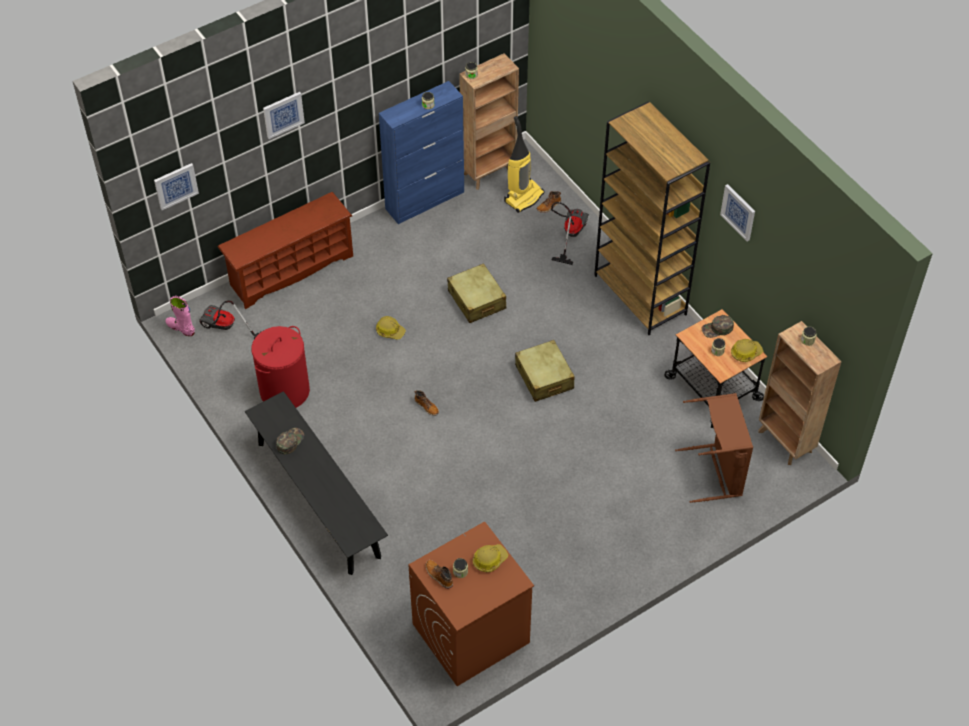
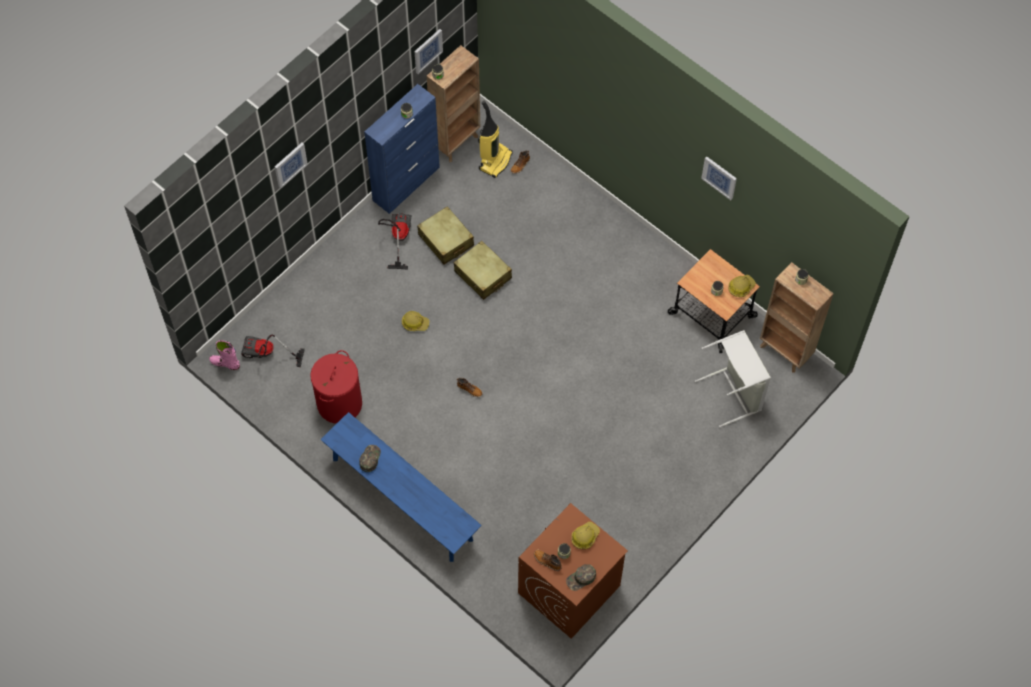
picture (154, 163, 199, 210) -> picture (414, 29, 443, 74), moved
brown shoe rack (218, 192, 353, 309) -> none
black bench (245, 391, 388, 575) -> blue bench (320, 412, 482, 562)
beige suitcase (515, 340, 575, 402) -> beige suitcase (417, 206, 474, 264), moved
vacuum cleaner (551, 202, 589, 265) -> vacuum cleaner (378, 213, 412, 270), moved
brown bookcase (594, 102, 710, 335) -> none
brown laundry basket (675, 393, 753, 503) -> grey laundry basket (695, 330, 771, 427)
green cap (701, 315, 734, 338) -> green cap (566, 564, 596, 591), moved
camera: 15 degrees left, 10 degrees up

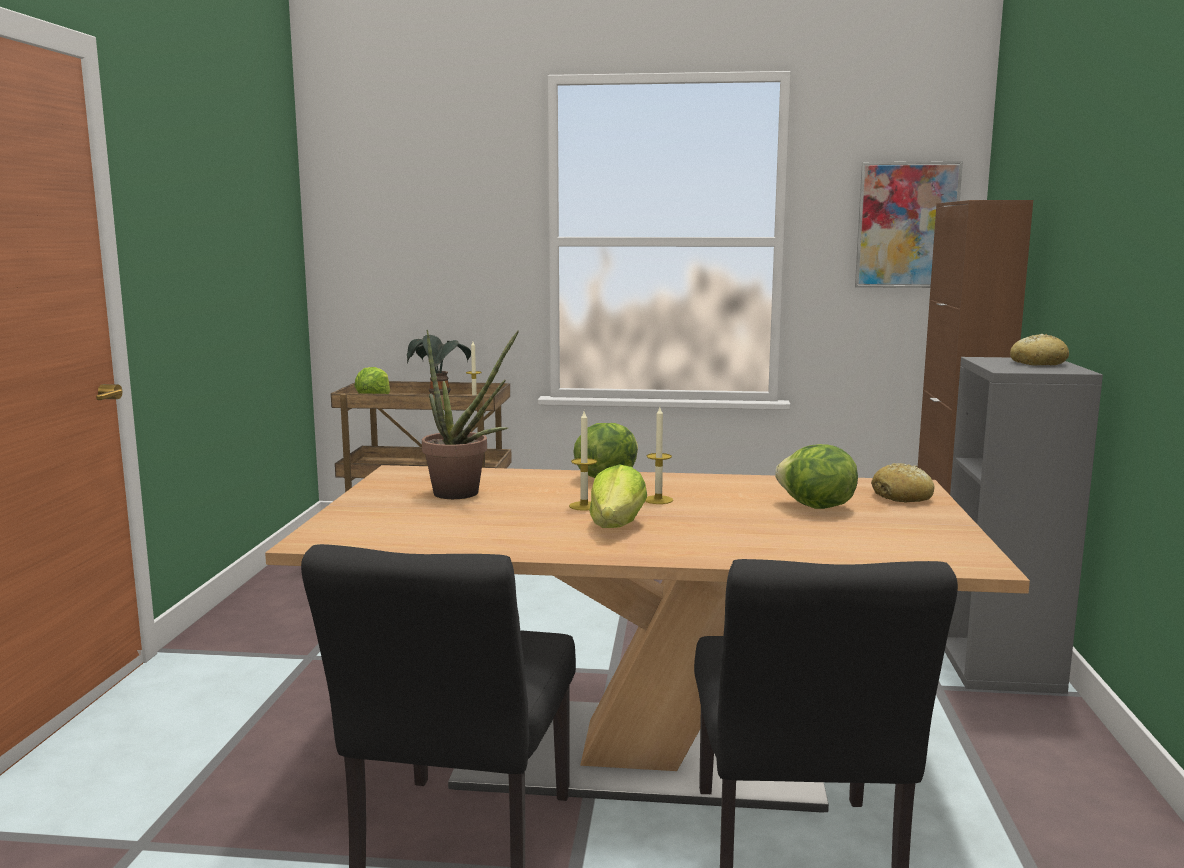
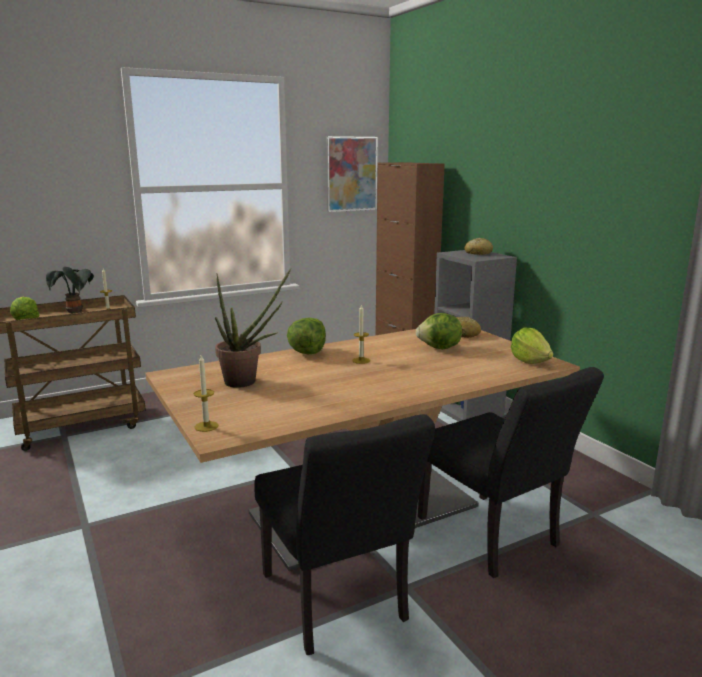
candle (569, 411, 597, 511) -> candle (194, 355, 219, 432), moved
lettuce (589, 464, 647, 528) -> lettuce (511, 328, 554, 364), moved
camera: 35 degrees left, 5 degrees up

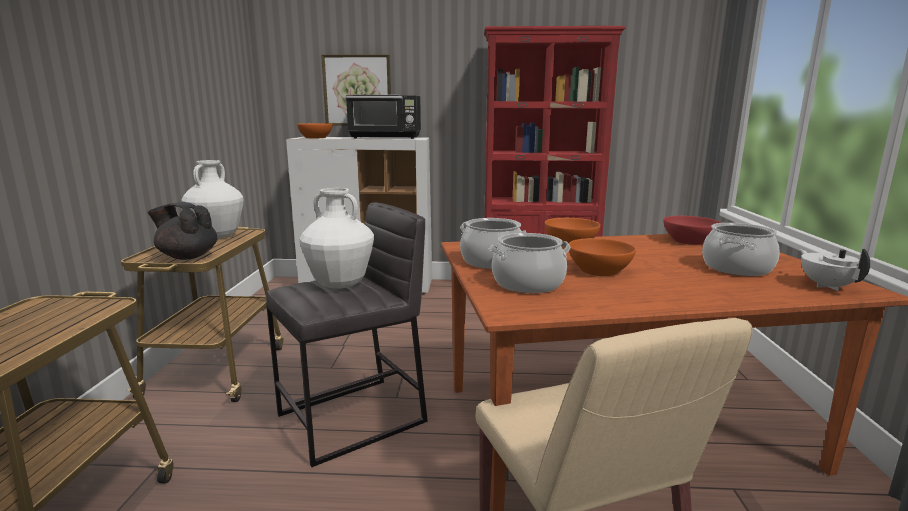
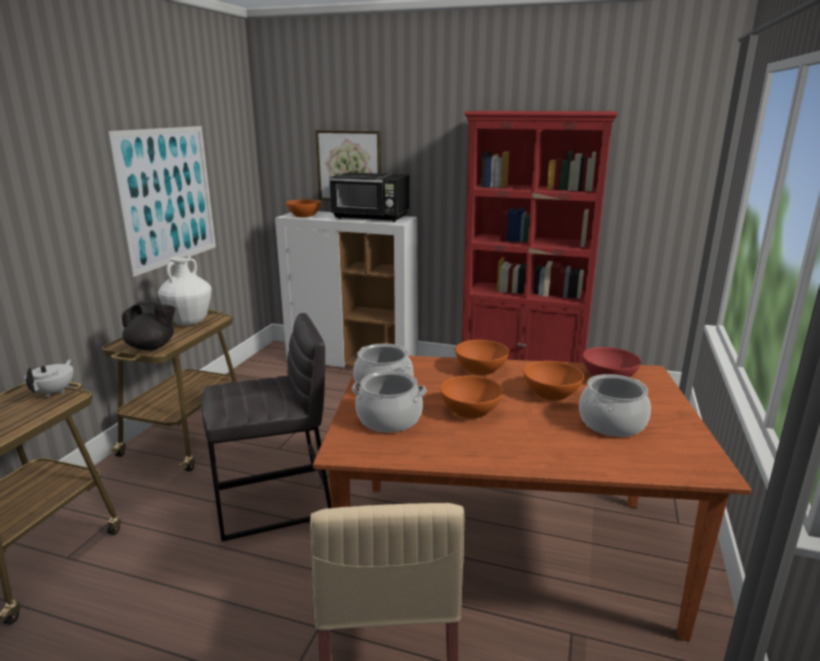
black teapot (147, 202, 217, 260) -> black teapot (122, 301, 176, 350), 150 degrees clockwise
white vase (299, 188, 374, 289) -> none
white teapot (800, 249, 870, 291) -> white teapot (25, 359, 74, 397), moved
none -> picture (107, 126, 216, 277)
none -> orange bowl (524, 361, 584, 401)
camera: 15 degrees right, 5 degrees up

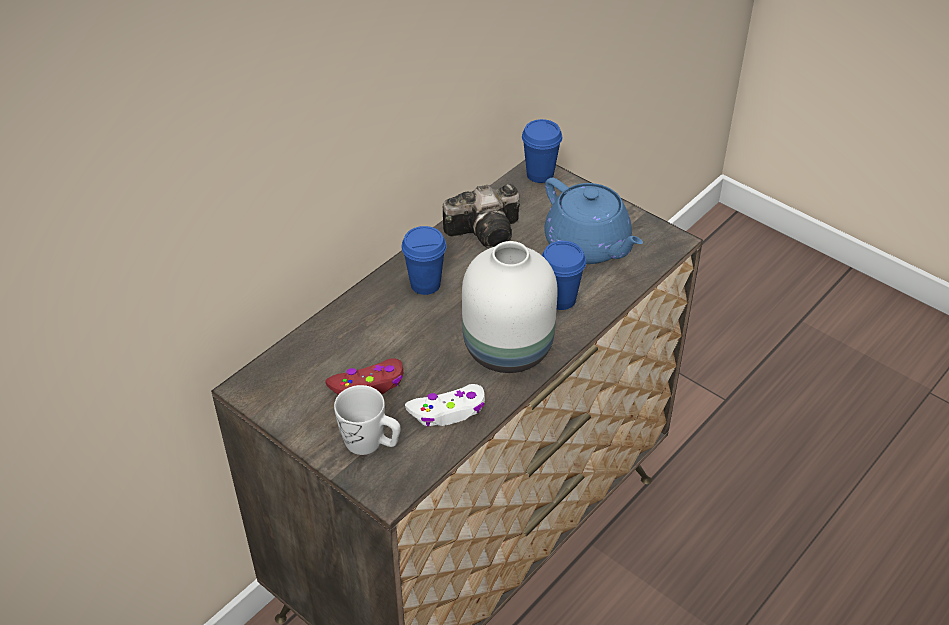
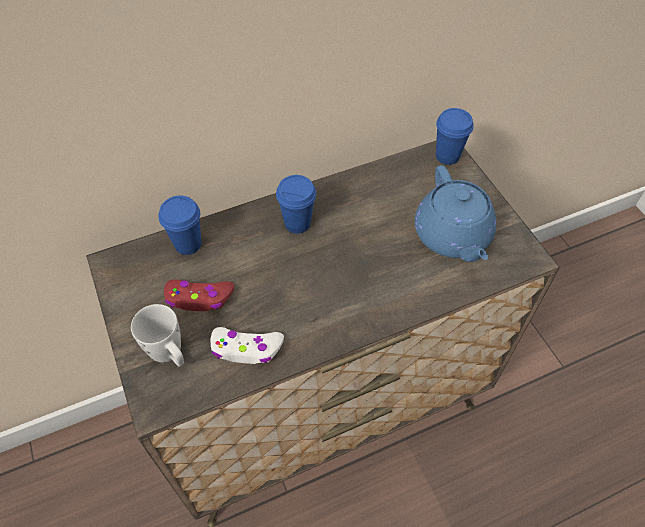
photo camera (443, 184, 520, 248) -> none
white vase (462, 241, 558, 373) -> none
blue cup (542, 241, 586, 310) -> blue cup (159, 196, 201, 255), moved
camera: 25 degrees right, 10 degrees up

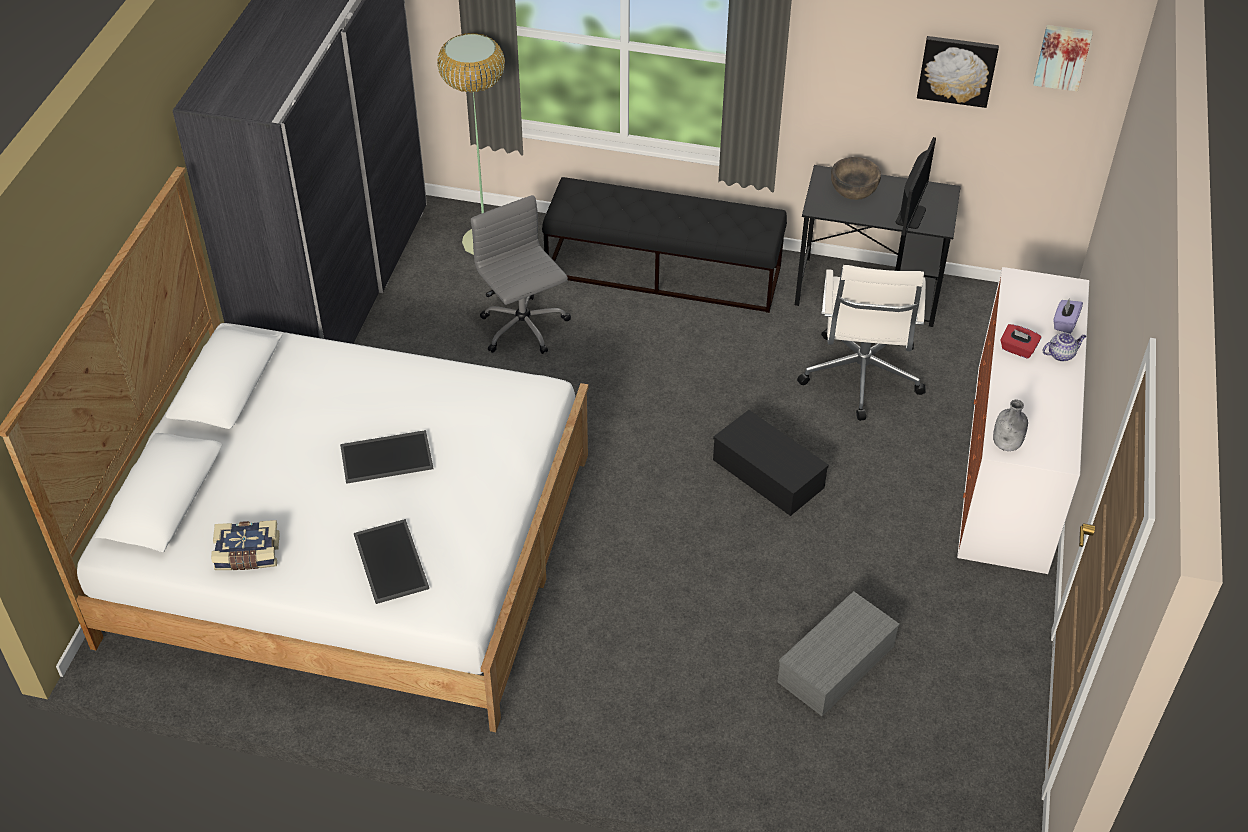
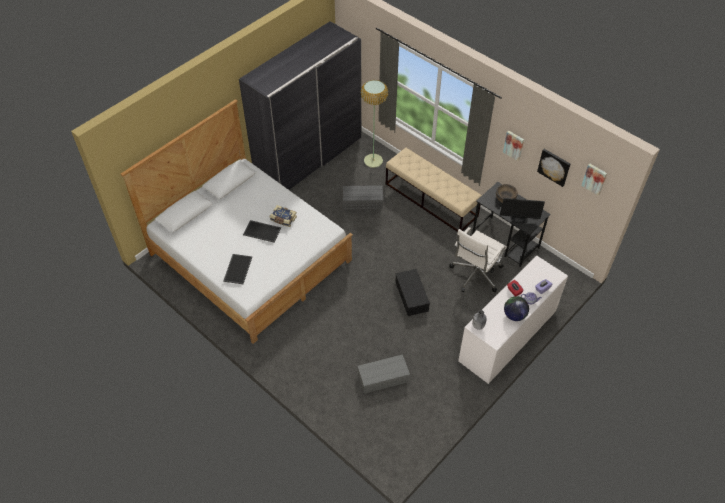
book (211, 520, 280, 570) -> book (270, 205, 297, 227), moved
grey office chair (471, 195, 571, 354) -> grey storage box (343, 185, 383, 210)
black bench (542, 177, 787, 313) -> beige bench (386, 148, 482, 232)
monitor (896, 137, 936, 236) -> monitor (500, 198, 545, 223), 45 degrees clockwise
none -> picture (503, 131, 524, 161)
none -> globe (504, 296, 529, 321)
camera: 30 degrees right, 5 degrees up

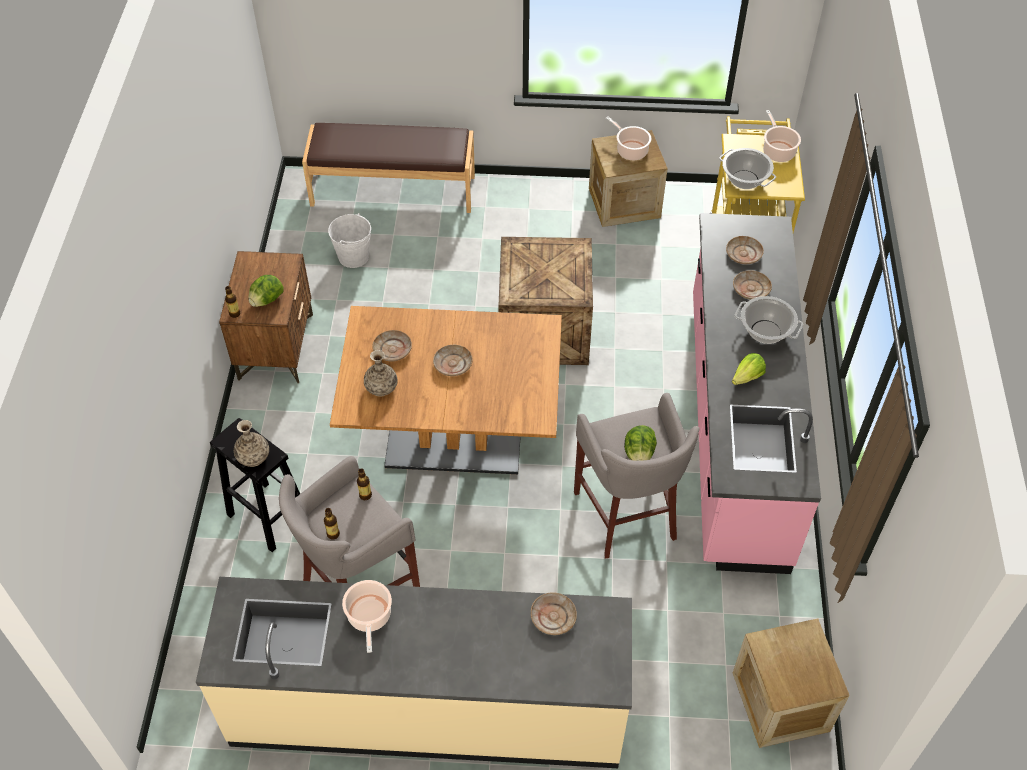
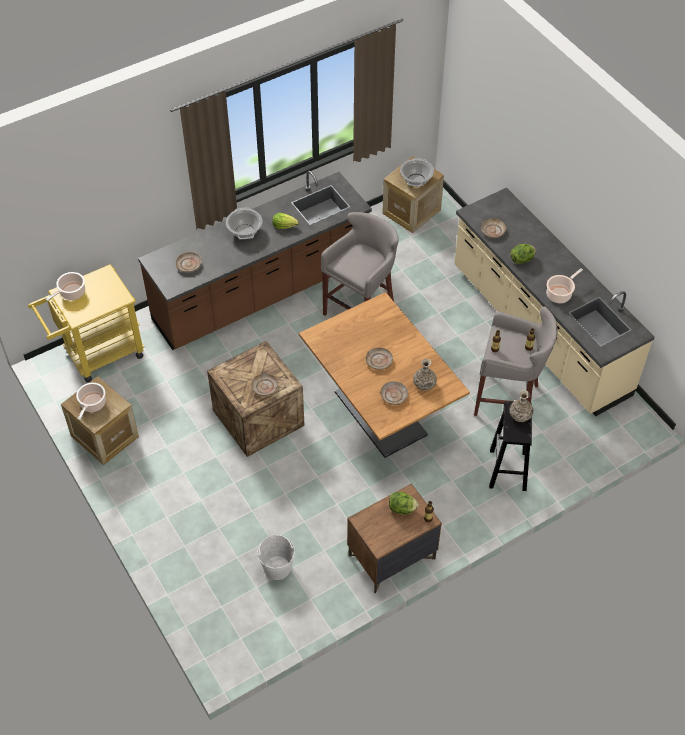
brown bench (302, 123, 475, 213) -> none
lettuce (624, 425, 657, 461) -> lettuce (511, 244, 536, 264), moved
pink counter (693, 213, 821, 574) -> brown counter (138, 171, 372, 350)
cooking pot (719, 148, 776, 189) -> cooking pot (400, 158, 434, 187), moved
beige plate (733, 270, 772, 299) -> beige plate (251, 373, 278, 396), moved
camera: 125 degrees left, 0 degrees up

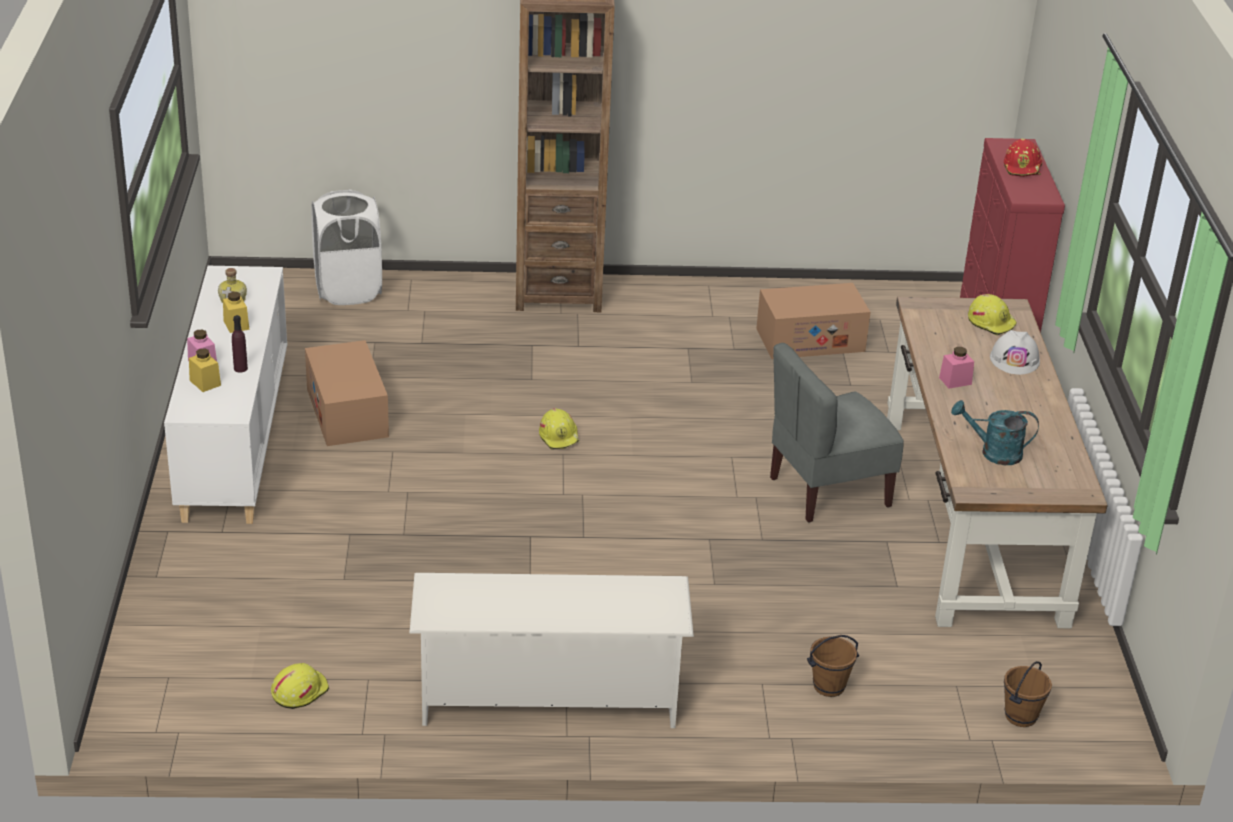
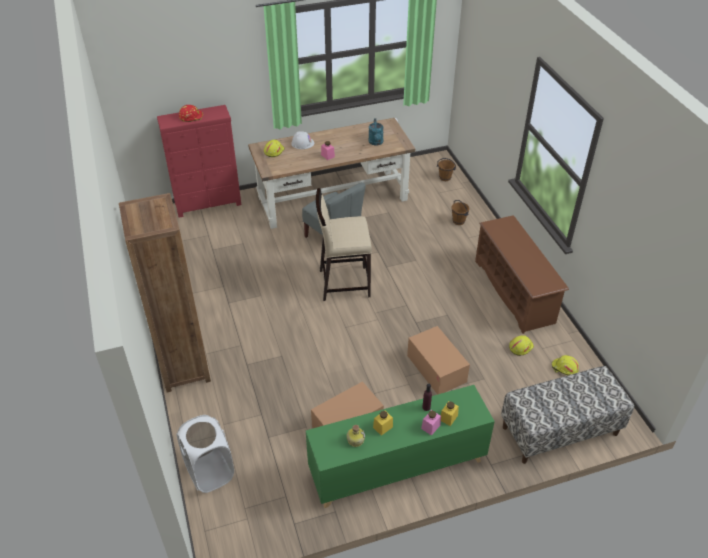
white cabinet (164, 266, 287, 524) -> green cabinet (306, 385, 495, 508)
white shoe rack (409, 573, 694, 728) -> brown shoe rack (475, 215, 569, 334)
yellow hard hat (539, 408, 579, 450) -> yellow hard hat (509, 335, 534, 356), moved
cardboard box (756, 283, 871, 359) -> cardboard box (407, 326, 470, 395), moved
none -> beige stool (316, 188, 372, 301)
none -> bench (501, 366, 634, 464)
camera: 105 degrees left, 10 degrees up

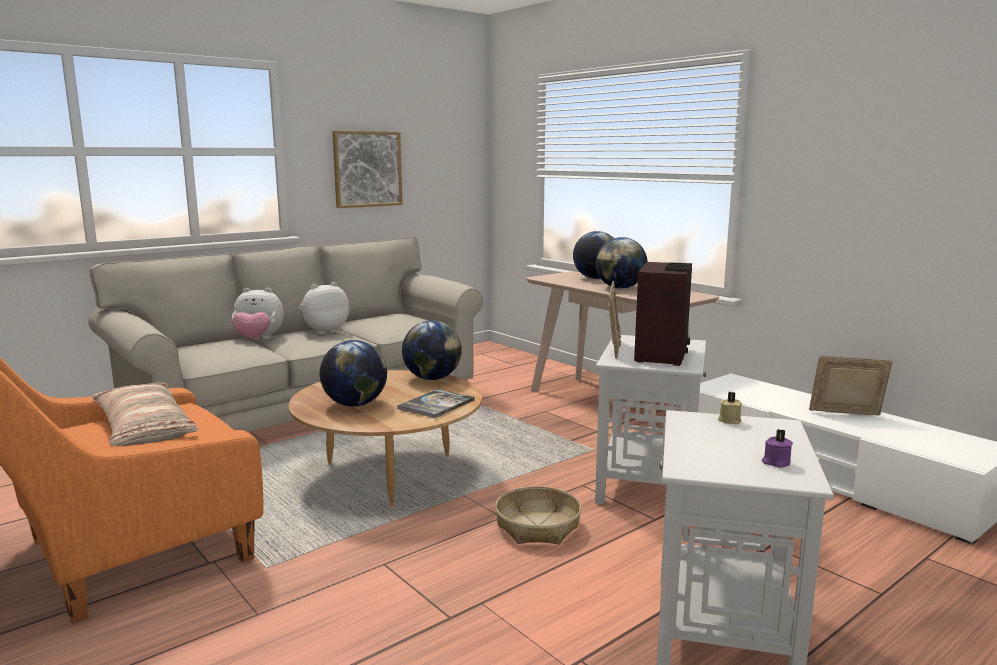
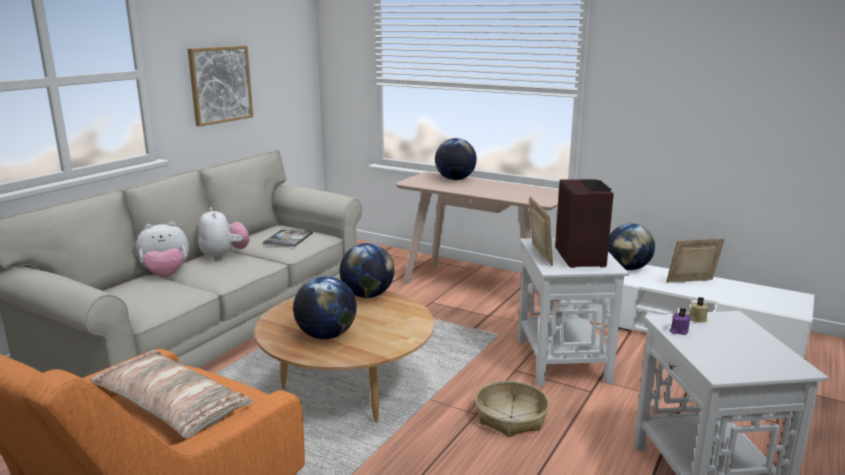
plush toy (299, 282, 349, 335) -> plush toy (198, 207, 250, 261), 120 degrees clockwise
book (397, 389, 475, 418) -> book (263, 229, 313, 247), moved
globe (596, 237, 647, 289) -> globe (608, 224, 655, 270), moved
purple candle (762, 429, 793, 468) -> purple candle (669, 308, 691, 335), moved
camera: 20 degrees left, 5 degrees up

